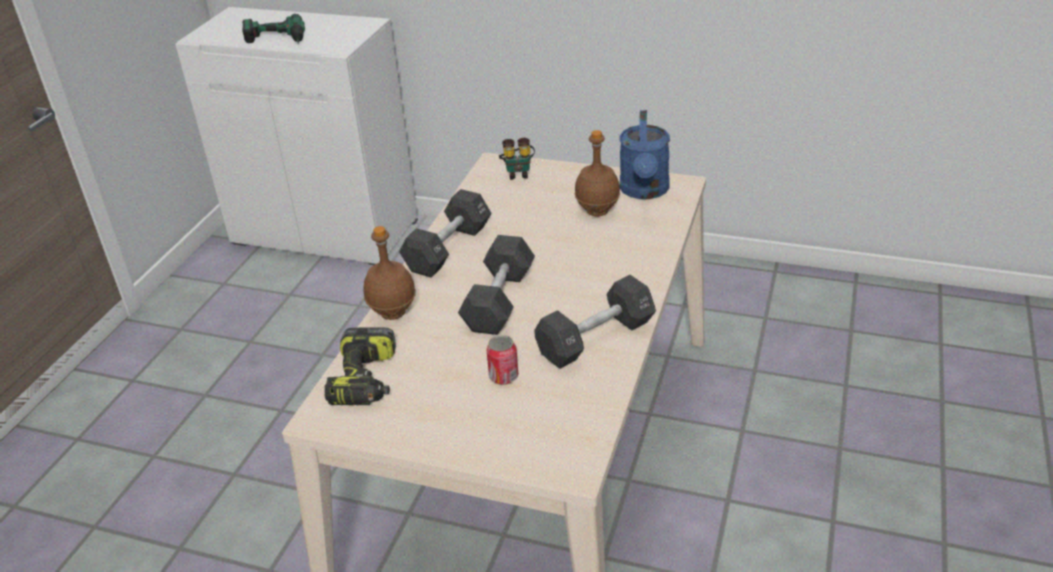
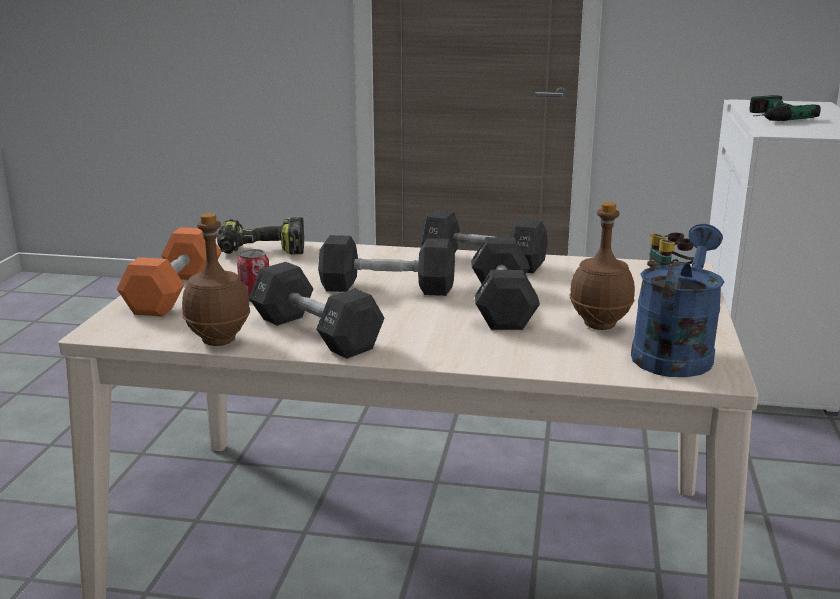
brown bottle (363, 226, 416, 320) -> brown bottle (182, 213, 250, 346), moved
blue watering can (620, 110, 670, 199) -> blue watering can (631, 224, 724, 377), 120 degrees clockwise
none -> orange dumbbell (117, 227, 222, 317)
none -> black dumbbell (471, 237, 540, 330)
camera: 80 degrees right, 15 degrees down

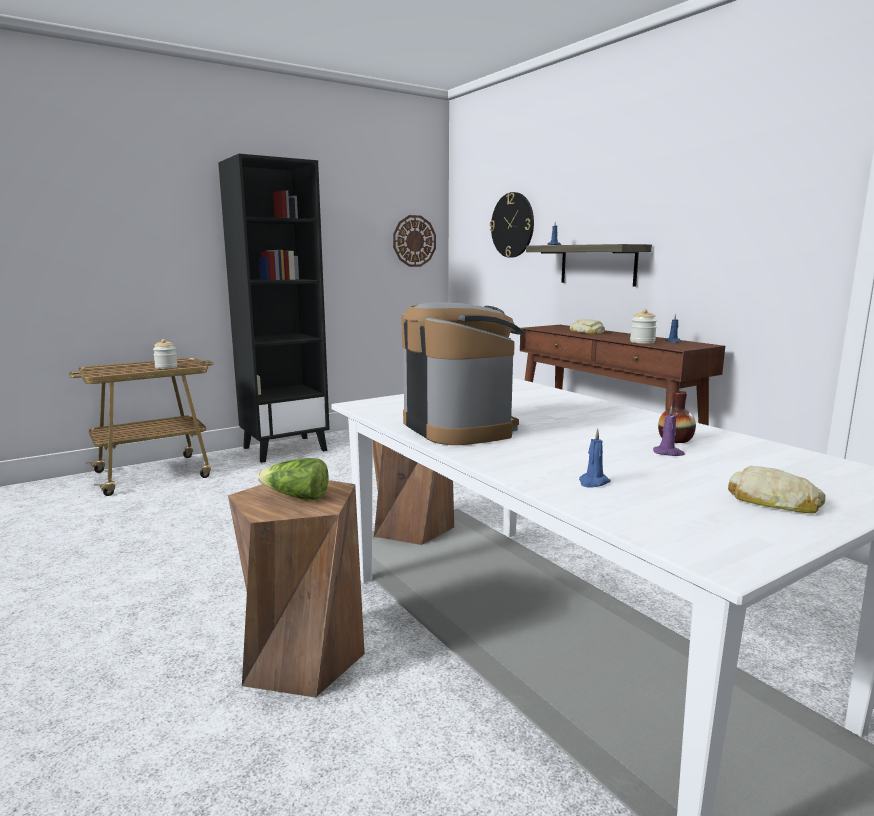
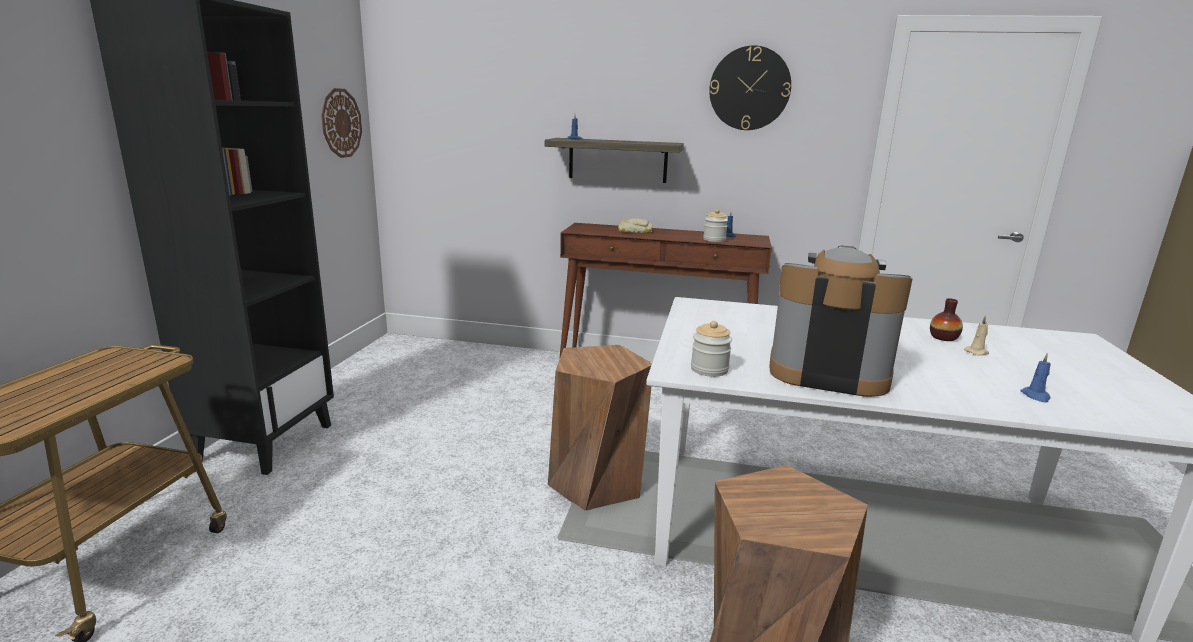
jar (153, 339, 178, 369) -> jar (691, 321, 732, 377), moved
lettuce (257, 458, 328, 500) -> none
wall clock (490, 192, 534, 258) -> wall clock (709, 45, 791, 130), moved
purple candle (653, 406, 685, 456) -> beige candle (964, 315, 989, 355)
bread (728, 466, 826, 513) -> none
camera: 45 degrees left, 5 degrees up

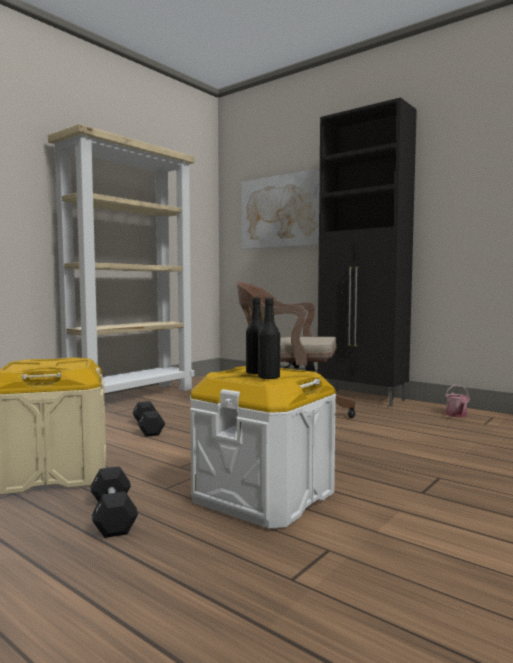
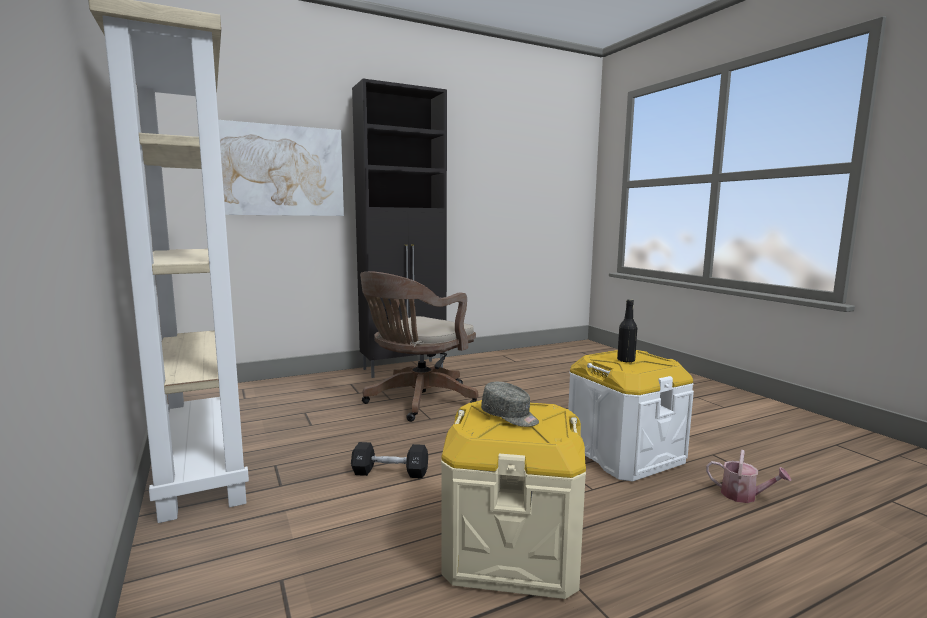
black dumbbell (90, 466, 138, 538) -> none
black bottle (258, 298, 280, 379) -> none
watering can (445, 385, 470, 417) -> watering can (706, 450, 792, 503), moved
none -> grey cap (481, 382, 539, 427)
camera: 65 degrees left, 5 degrees up

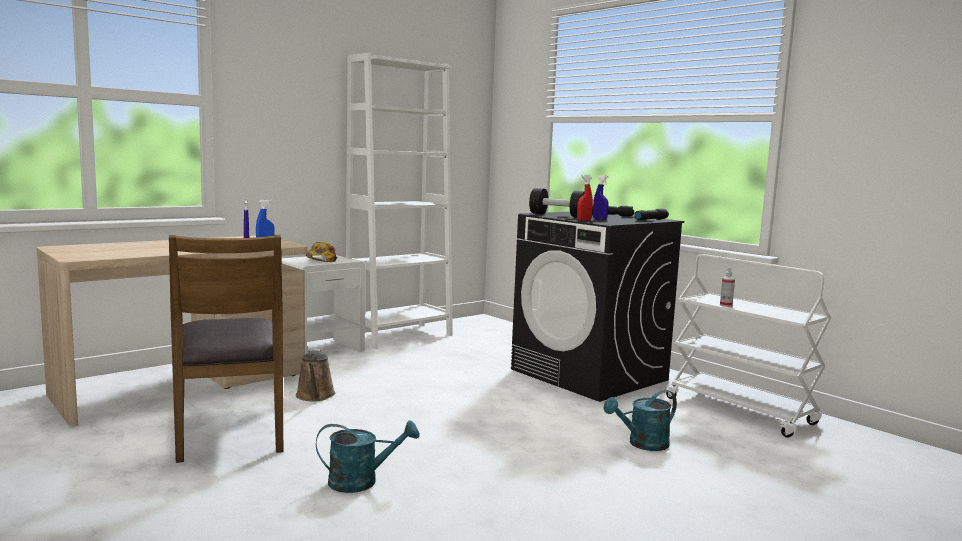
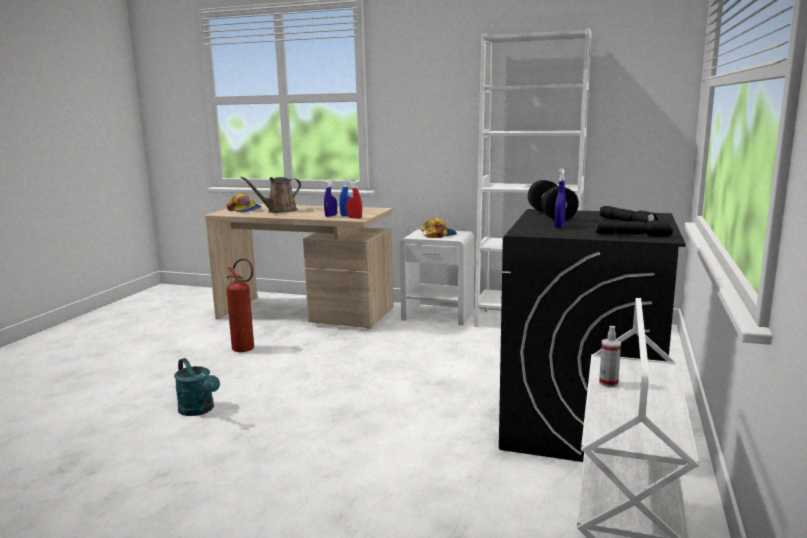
brown chair (169, 235, 283, 463) -> fire extinguisher (226, 258, 254, 352)
brown watering can (296, 349, 335, 401) -> brown watering can (241, 177, 301, 213), moved
red spray bottle (577, 175, 593, 220) -> red spray bottle (347, 180, 362, 219), moved
turquoise watering can (604, 390, 677, 451) -> none
none -> cap (226, 193, 262, 213)
camera: 60 degrees right, 5 degrees up

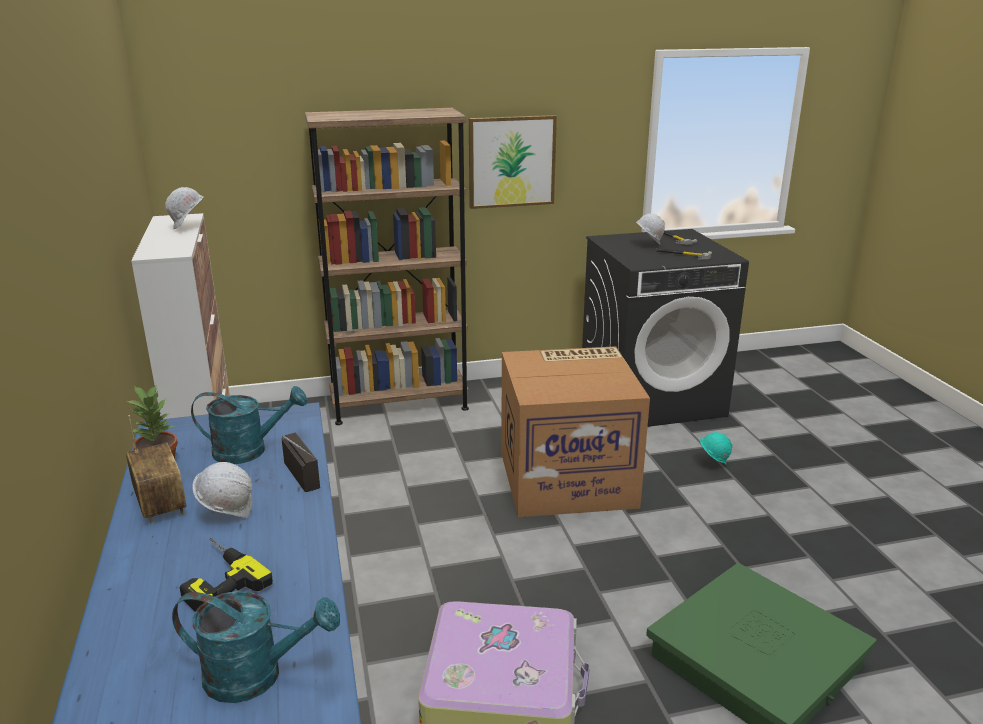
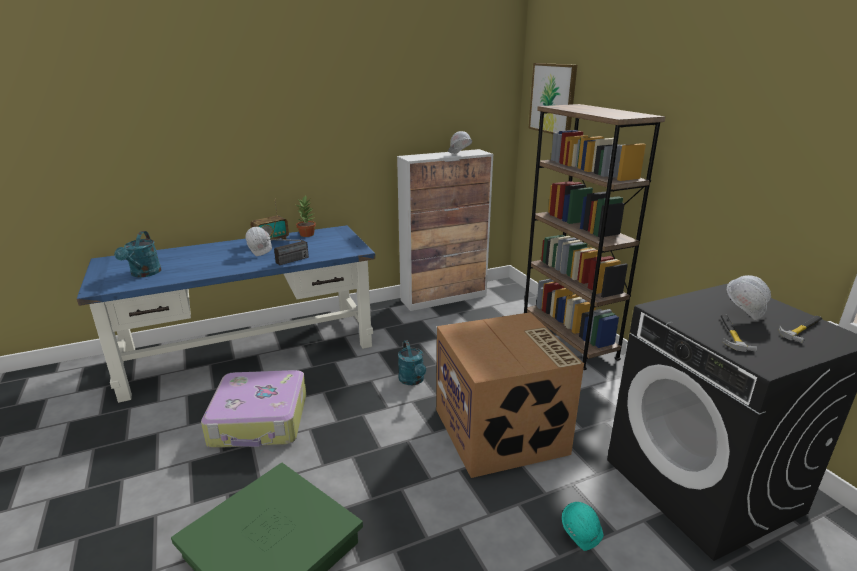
power drill (180, 538, 273, 611) -> none
turquoise watering can (191, 386, 307, 464) -> turquoise watering can (398, 340, 426, 385), moved
picture (469, 115, 557, 209) -> picture (528, 63, 577, 134), moved
camera: 80 degrees right, 0 degrees up

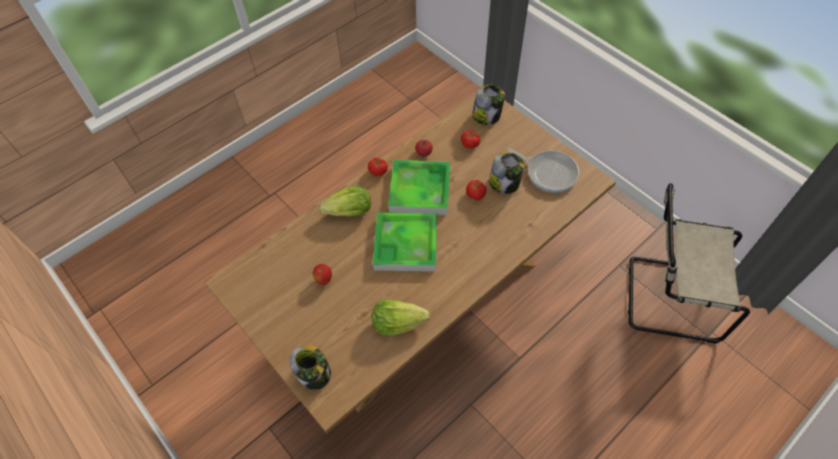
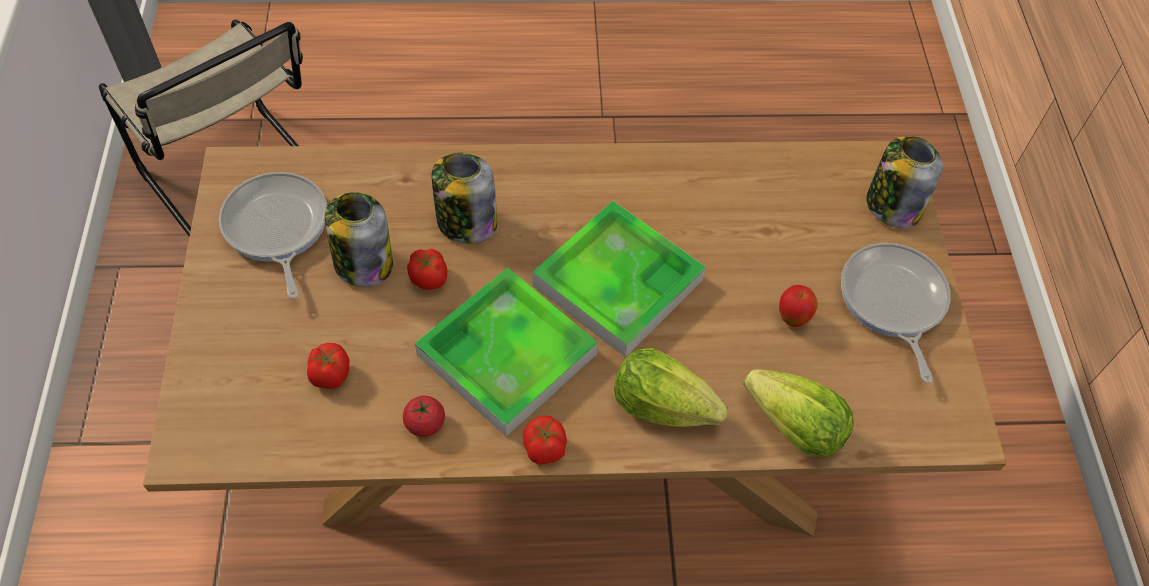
lettuce (372, 300, 430, 335) -> lettuce (743, 369, 854, 457), moved
jar (472, 85, 505, 125) -> jar (432, 153, 497, 244), moved
none -> frying pan (841, 243, 951, 383)
camera: 145 degrees left, 0 degrees up

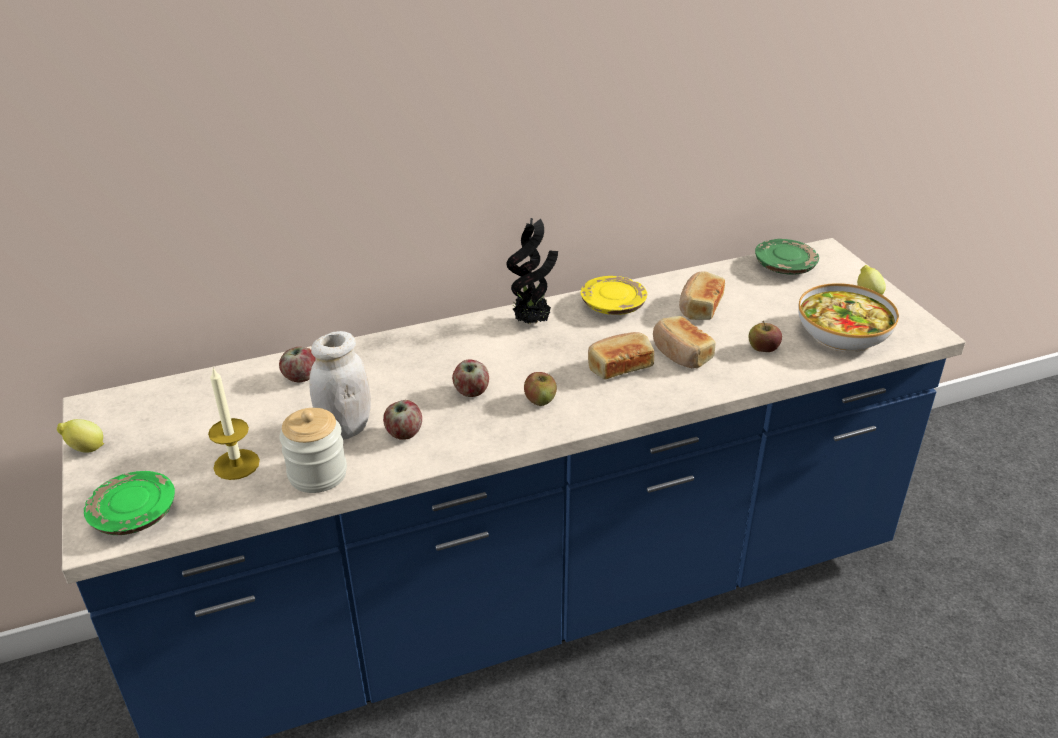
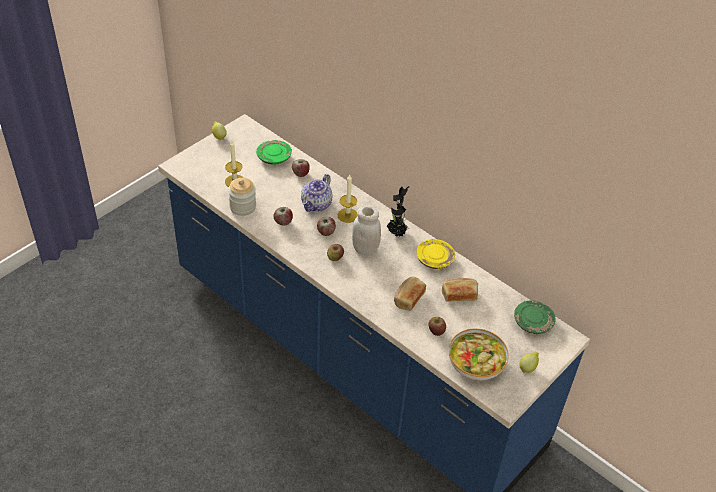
green plate (84, 471, 175, 535) -> green plate (256, 140, 292, 164), moved
white jar (310, 331, 371, 439) -> white jar (352, 206, 381, 256), moved
bread (588, 332, 654, 379) -> none
none -> teapot (301, 174, 332, 212)
none -> candle (337, 175, 358, 223)
camera: 60 degrees right, 10 degrees up

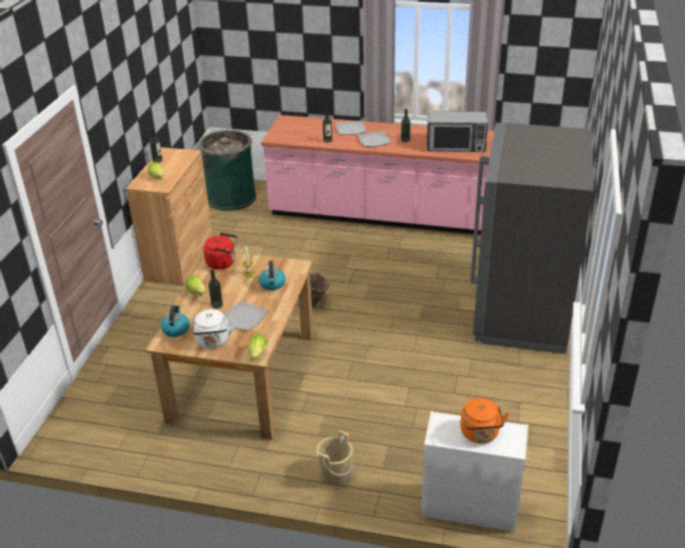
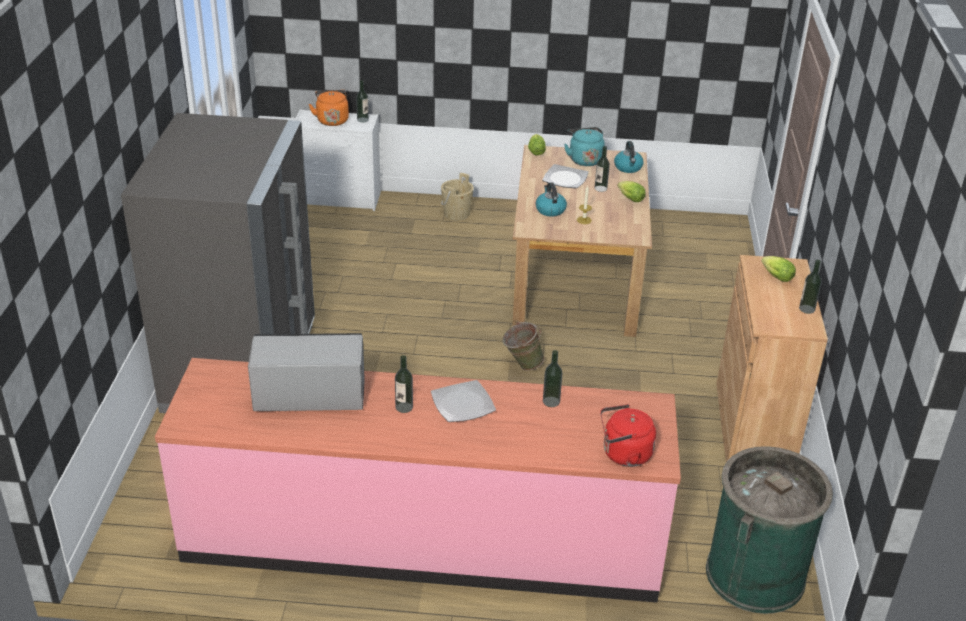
white kettle (193, 309, 236, 348) -> turquoise kettle (564, 127, 605, 166)
red kettle (204, 233, 237, 269) -> red kettle (600, 404, 656, 467), moved
plate (336, 120, 366, 135) -> none
none -> bottle (356, 80, 369, 122)
camera: 170 degrees right, 0 degrees up

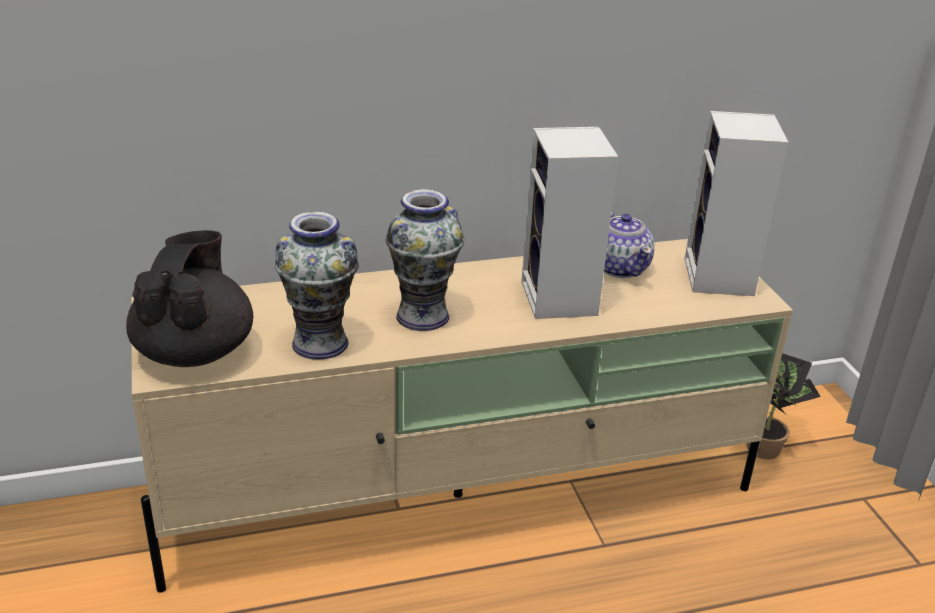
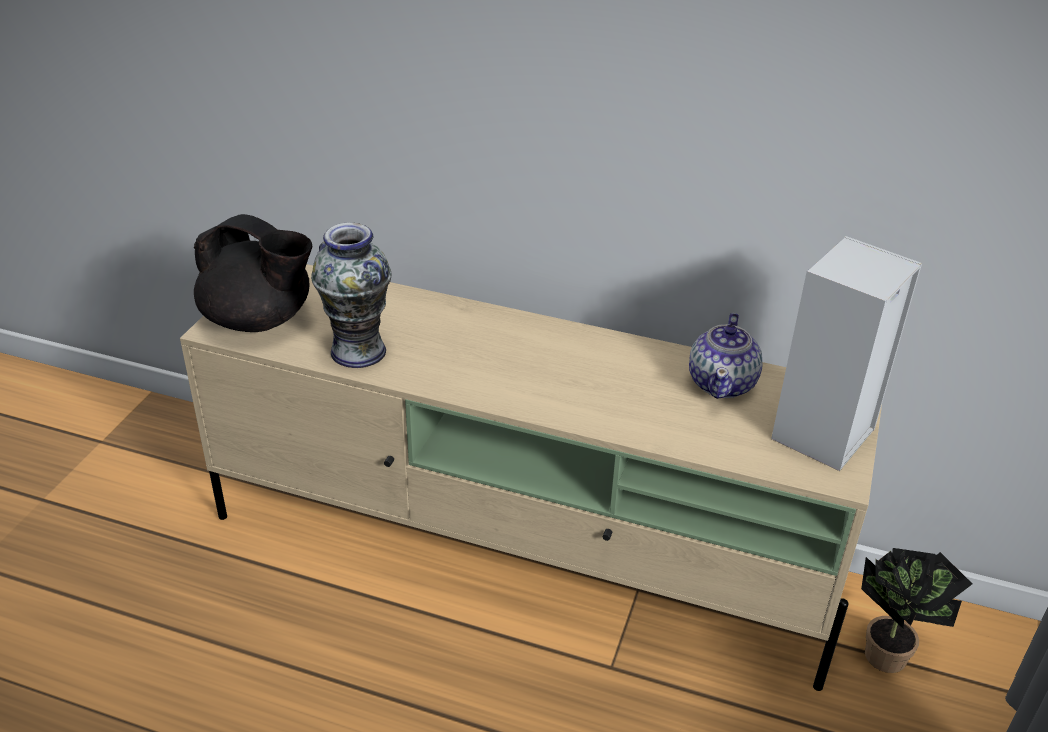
black teapot (126, 230, 253, 367) -> black teapot (194, 214, 313, 332), 75 degrees clockwise
vase (386, 189, 464, 331) -> none
speaker (521, 127, 618, 319) -> none
camera: 35 degrees right, 5 degrees up

